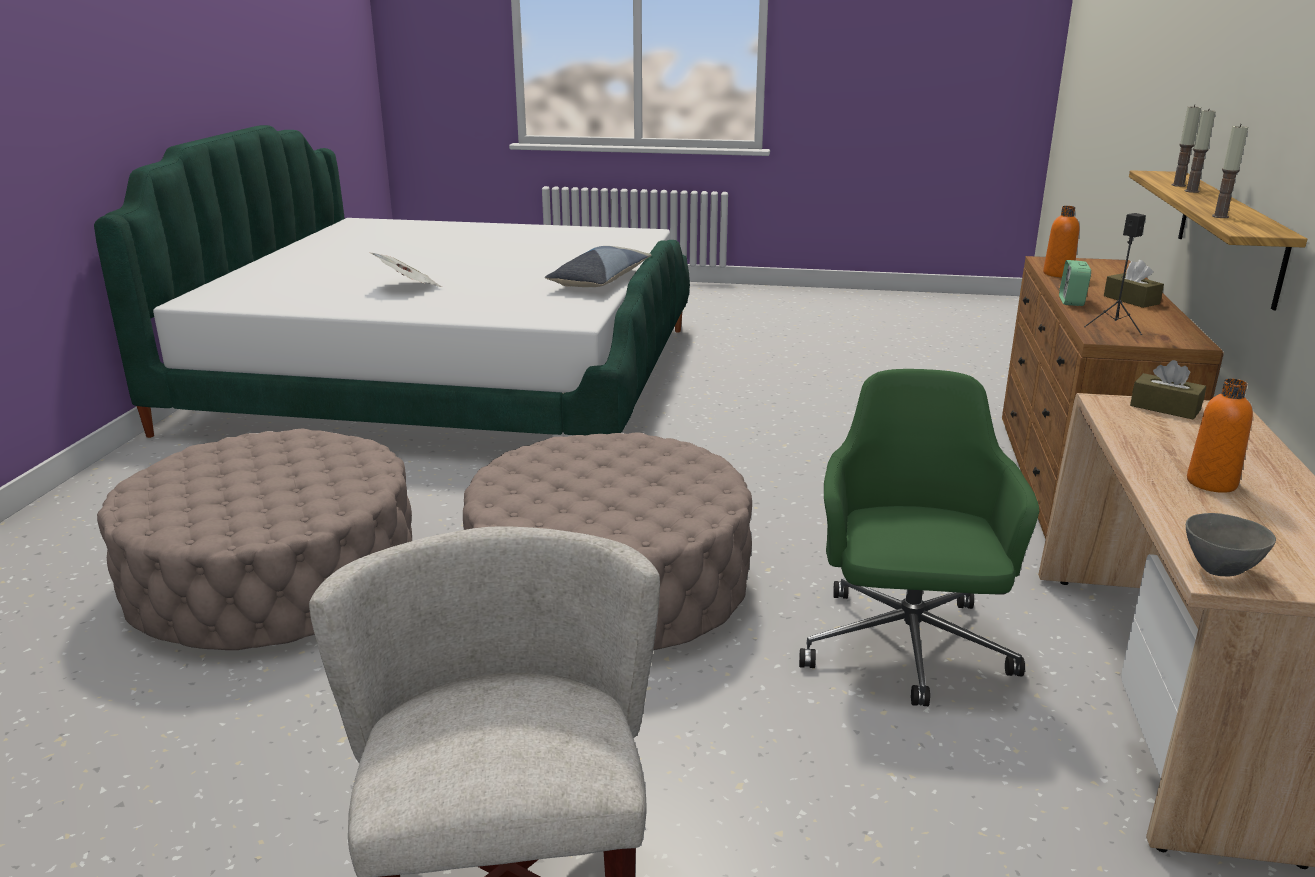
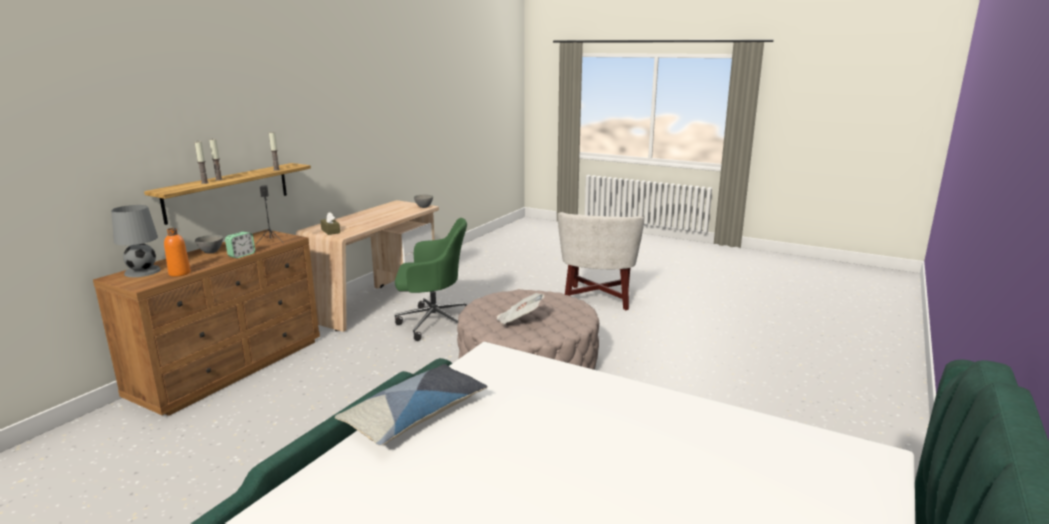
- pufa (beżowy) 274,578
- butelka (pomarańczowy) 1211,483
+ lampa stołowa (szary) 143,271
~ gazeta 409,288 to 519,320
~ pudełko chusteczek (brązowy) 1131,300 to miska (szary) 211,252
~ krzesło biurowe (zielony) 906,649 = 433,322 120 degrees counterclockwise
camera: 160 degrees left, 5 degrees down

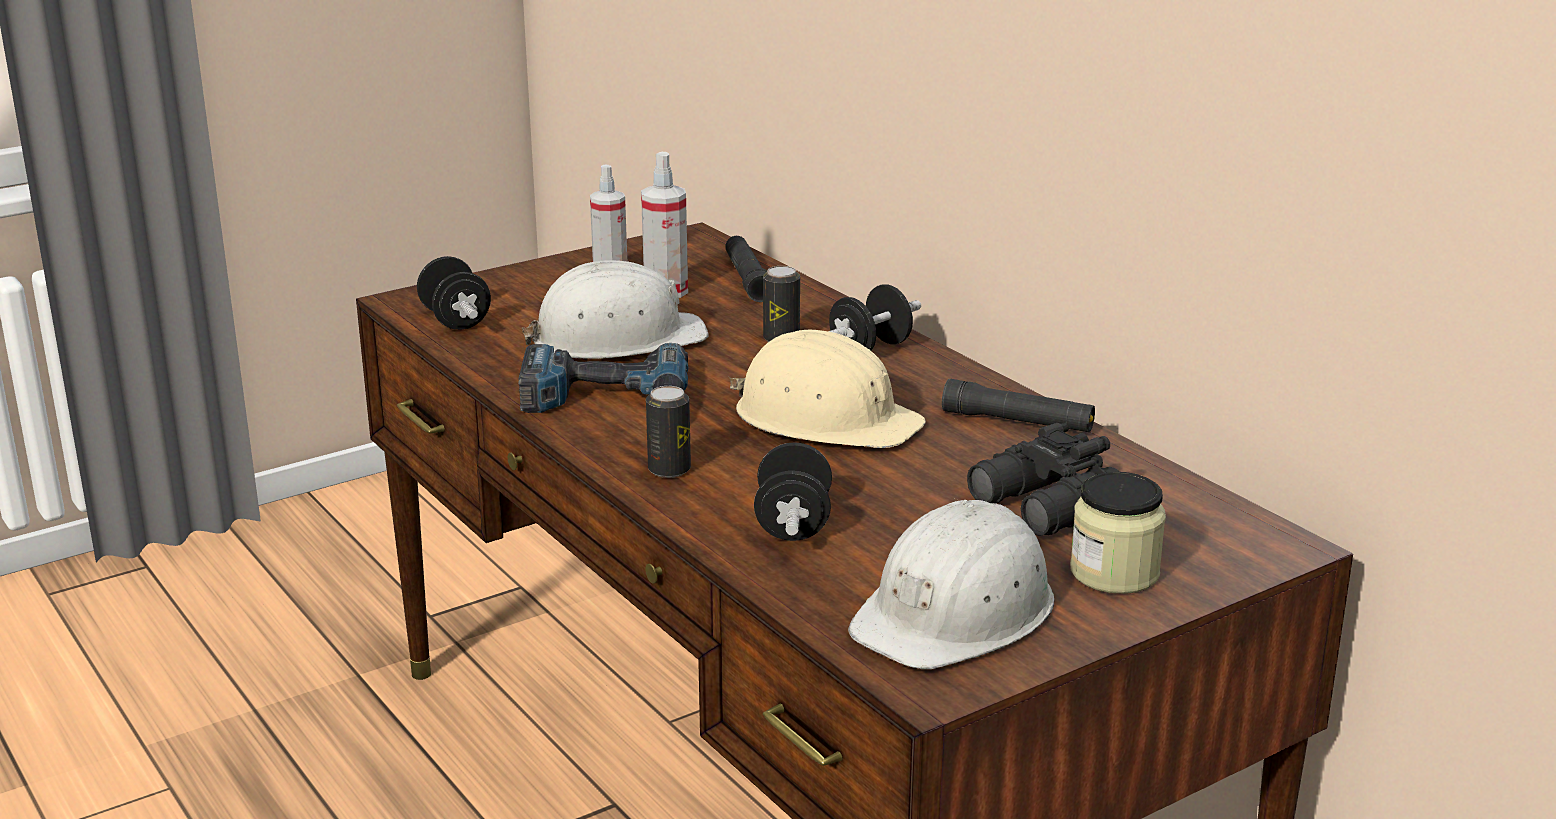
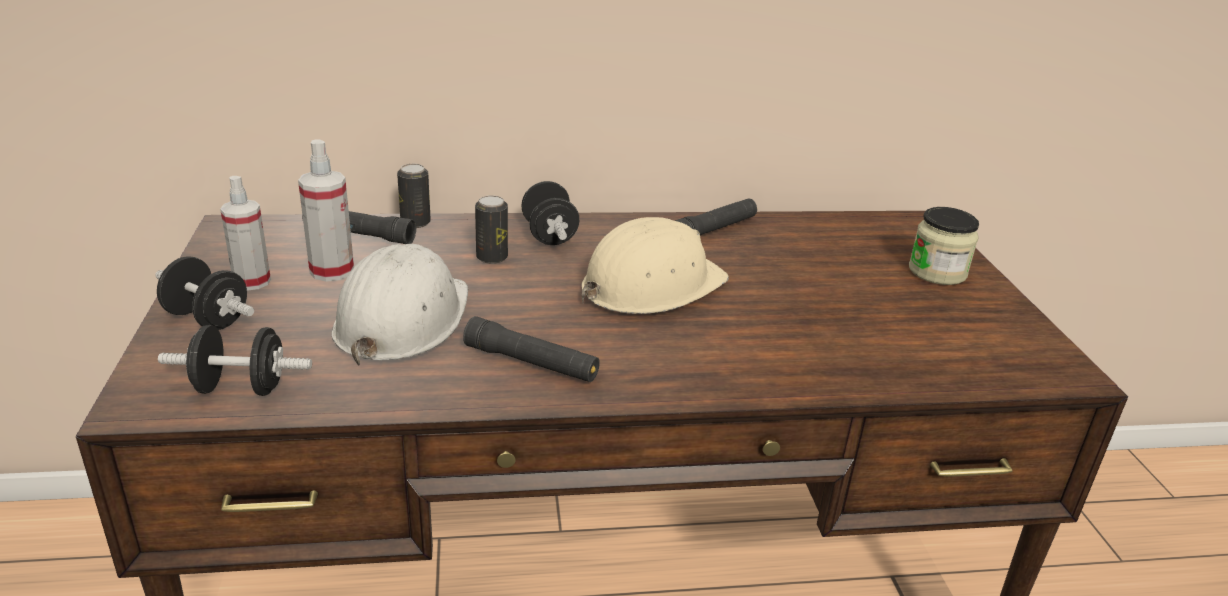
- kask (biały) 957,612
- lornetka (czarny) 1044,508
~ puszka 669,470 to 415,223
~ hantel (czarny) 793,524 to 207,319
~ wiertarka 605,402 to latarka (czarny) 531,363
camera: 65 degrees left, 5 degrees up

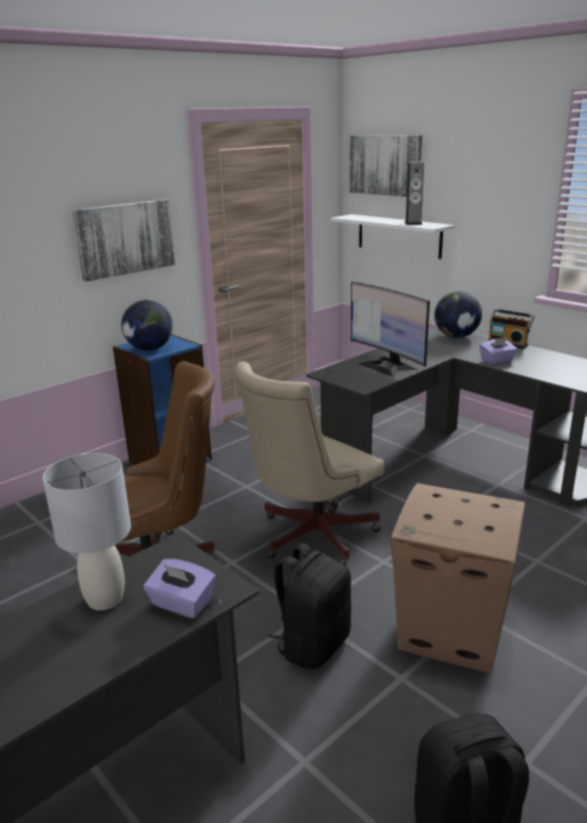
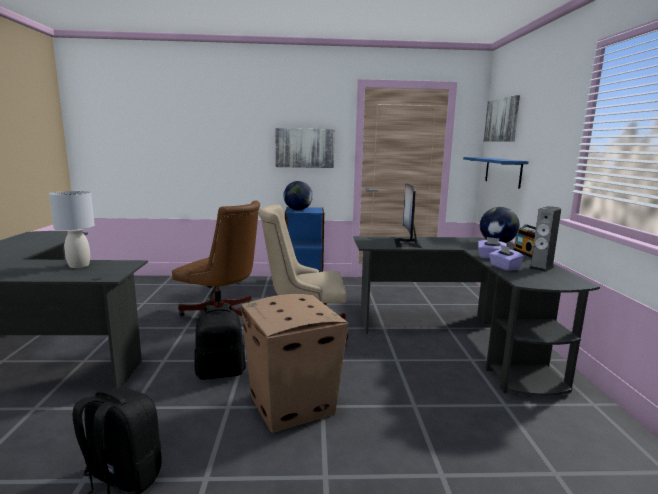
~ pudełko chusteczek (fioletowy) 181,604 to 504,267
~ głośnik 413,223 to 541,268
~ półka (biały) 399,236 to półka (niebieski) 503,171
camera: 40 degrees right, 10 degrees down

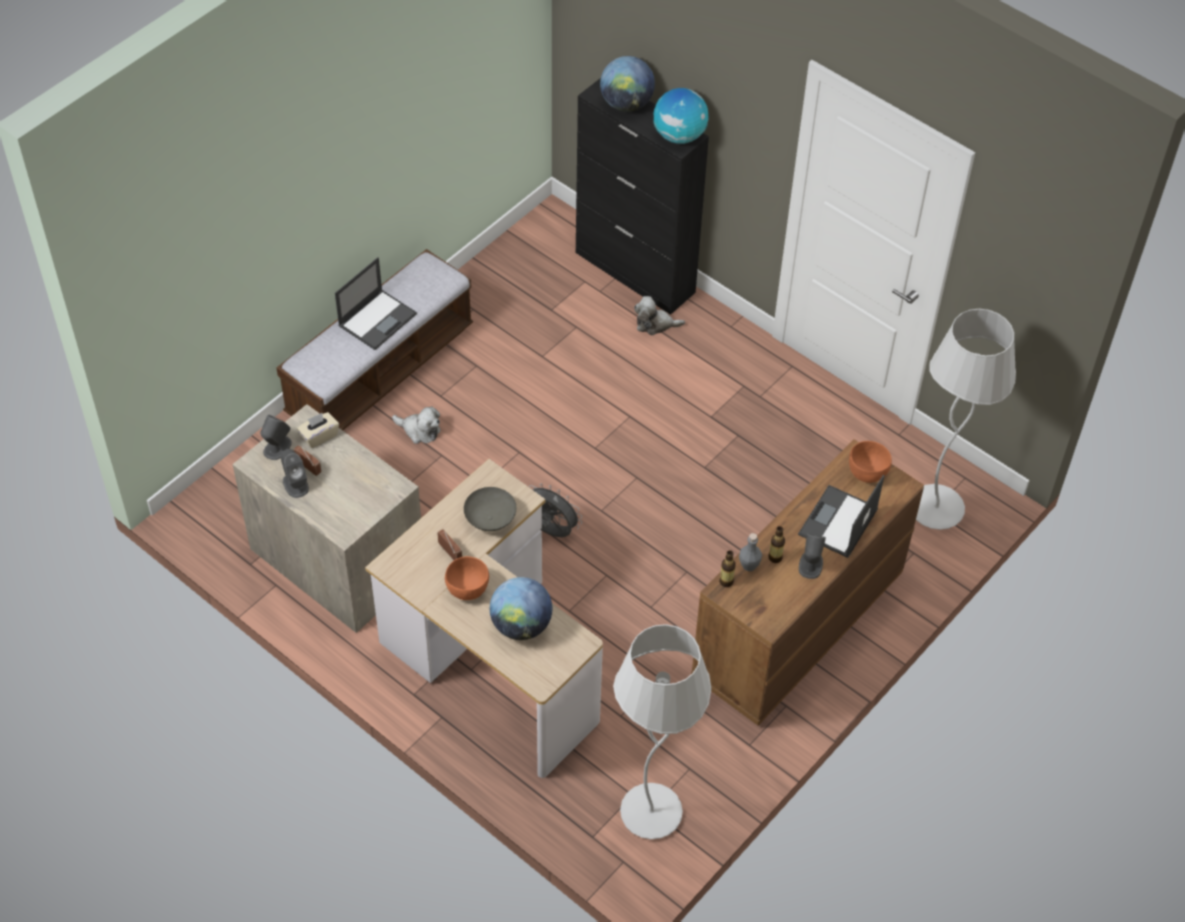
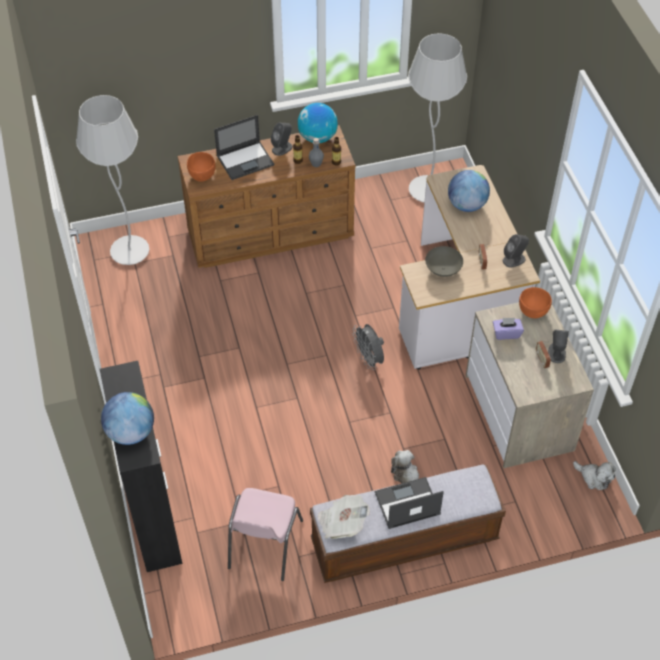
- pudełko chusteczek (beżowy) 319,436
+ krzesło (różowy) 264,545
+ gazeta 342,523
+ pudełko chusteczek (fioletowy) 506,333
~ głośnik (szary) 277,447 to 514,259
~ miska (pomarańczowy) 467,590 to 533,312
~ pluszak 655,324 to 594,477
~ globus 679,136 to 317,137
camera: 145 degrees left, 0 degrees up

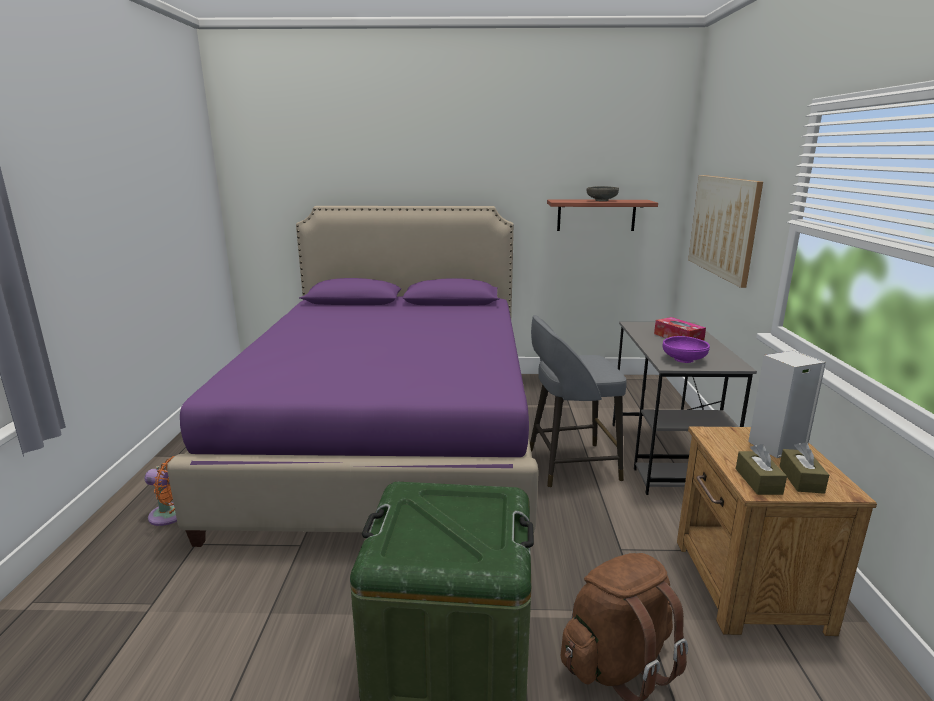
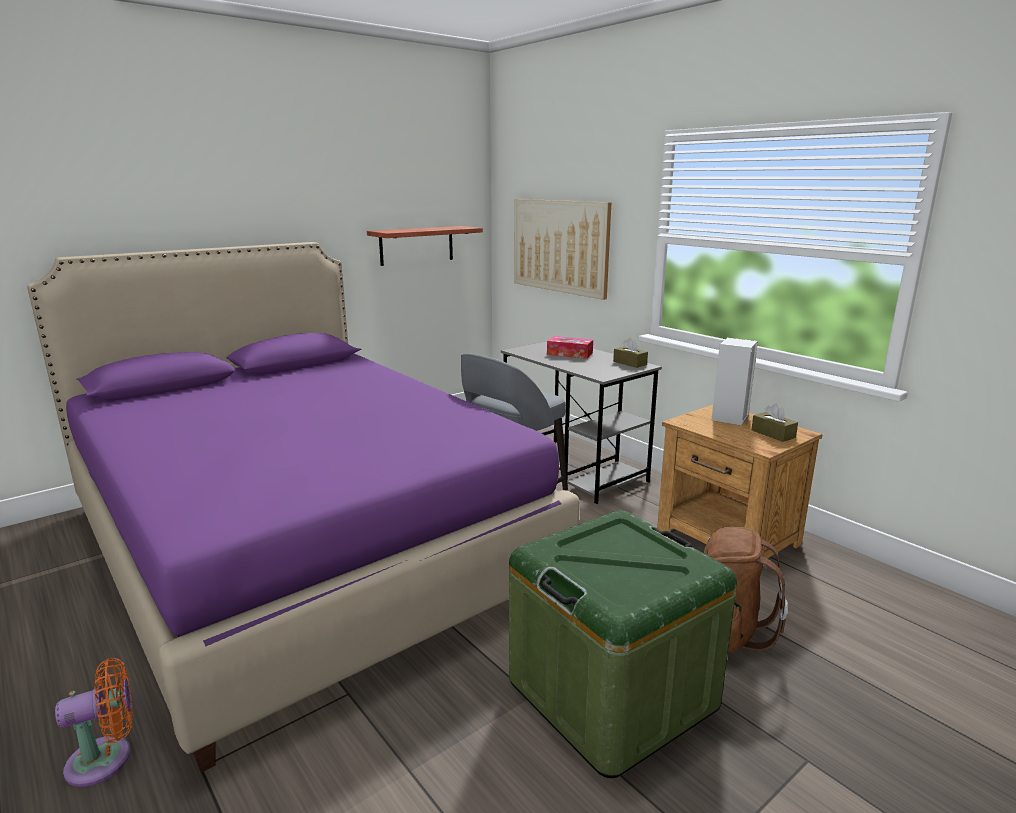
- miska (szary) 601,200
- miska (fioletowy) 684,359
~ pudełko chusteczek (brązowy) 758,481 to 630,363
camera: 40 degrees left, 0 degrees up

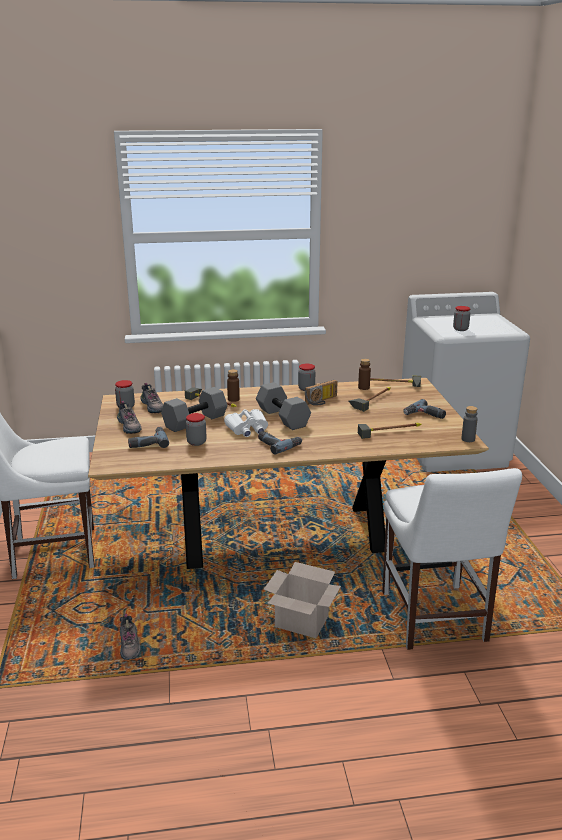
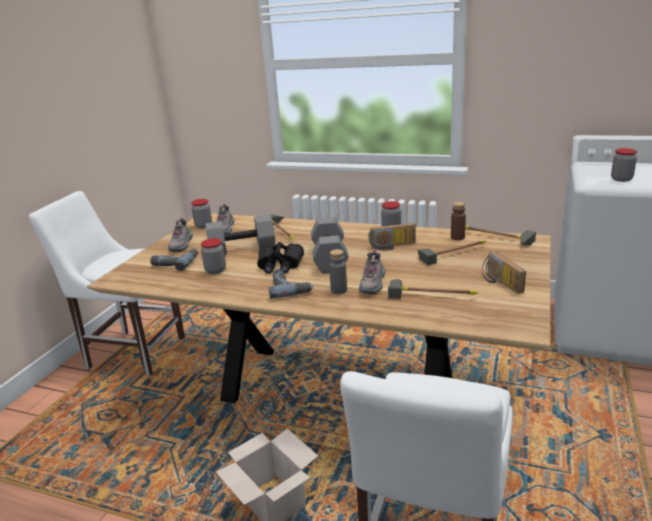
- butelka (brązowy) 233,399
~ but 130,645 to 373,283
~ butelka (szary) 468,439 to 339,290
~ wiertarka 424,415 to radio 499,282
~ lornetka (biały) 247,429 to lornetka (czarny) 280,265
camera: 30 degrees right, 0 degrees up

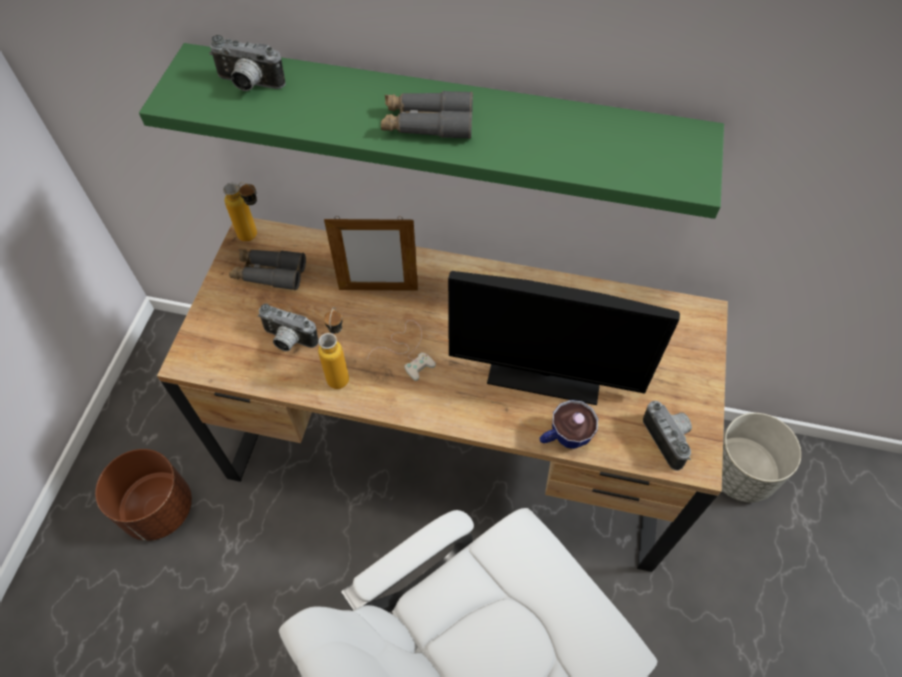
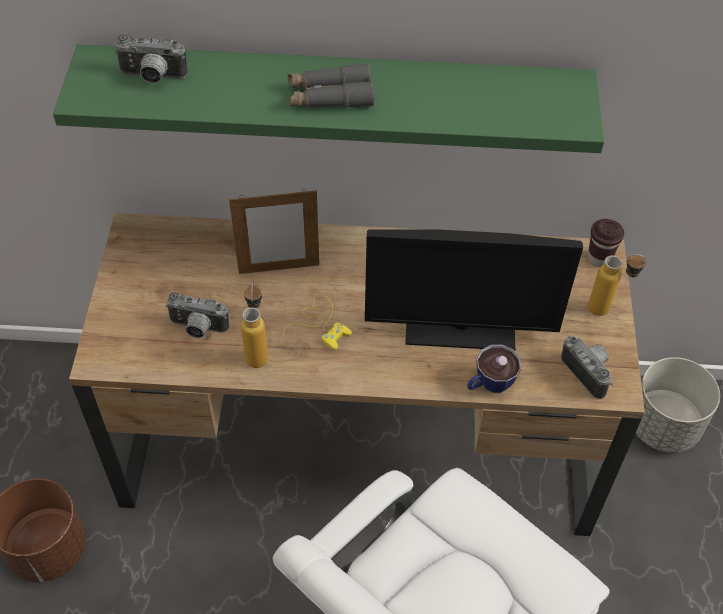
- lornetka (szary) 269,273
+ filiżanka (brązowy) 599,259
~ butelka 255,237 to 607,309
~ pad do gier (biały) 407,350 to pad do gier (żółty) 320,323
camera: 10 degrees left, 5 degrees down

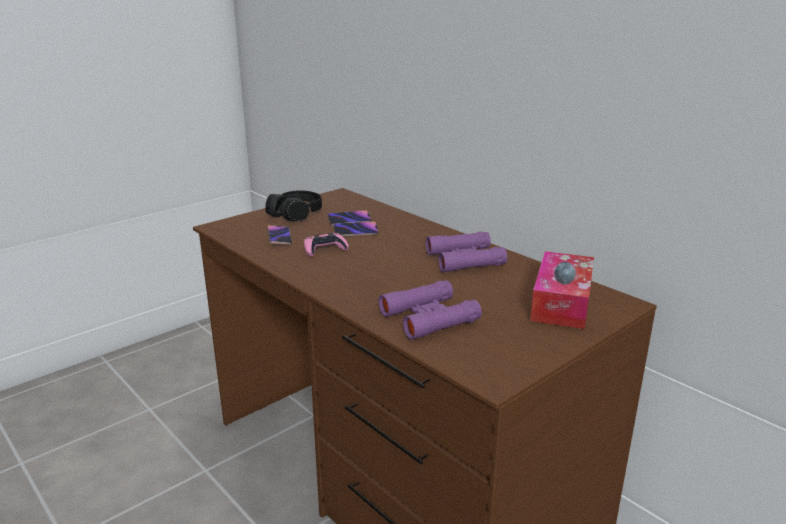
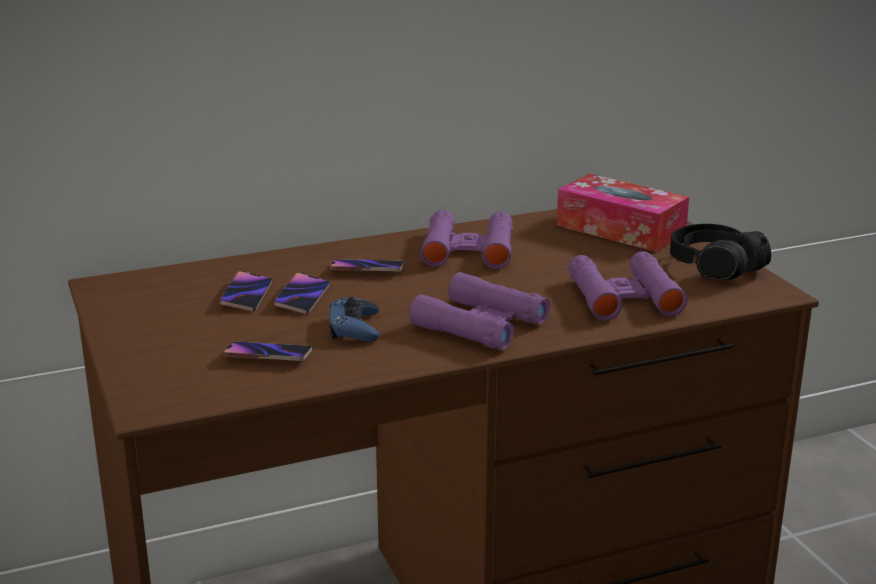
+ telefon 367,269
+ lornetka (fioletowy) 480,324
~ słuchawki (czarny) 295,214 to 715,267
~ pad do gier (różowy) 325,249 to pad do gier (niebieski) 354,328
camera: 70 degrees left, 0 degrees up

